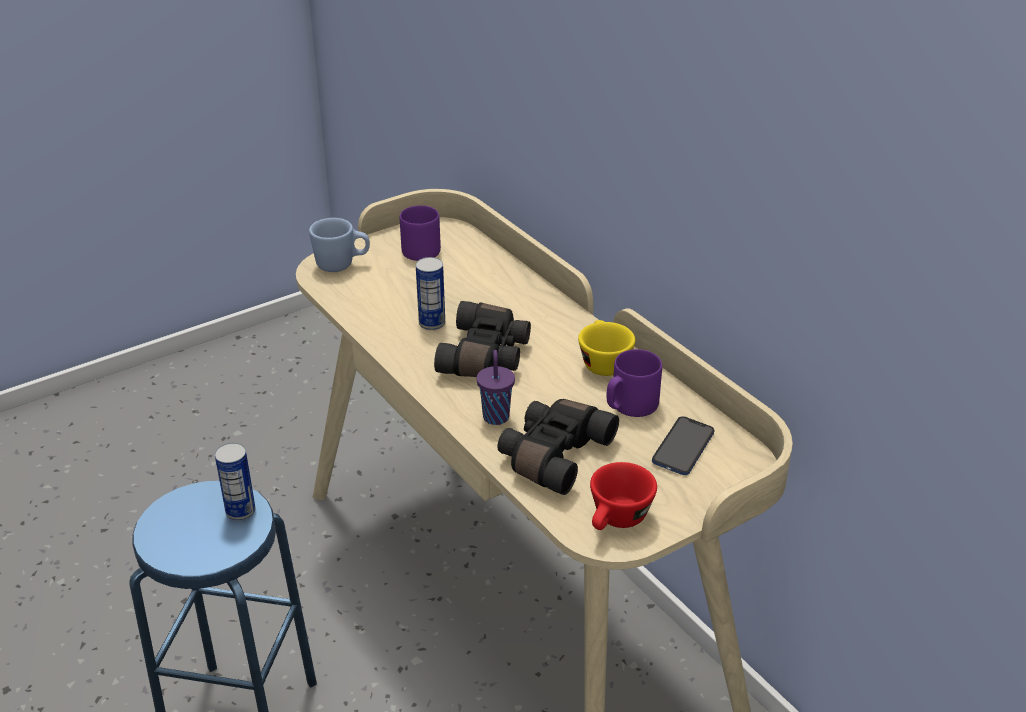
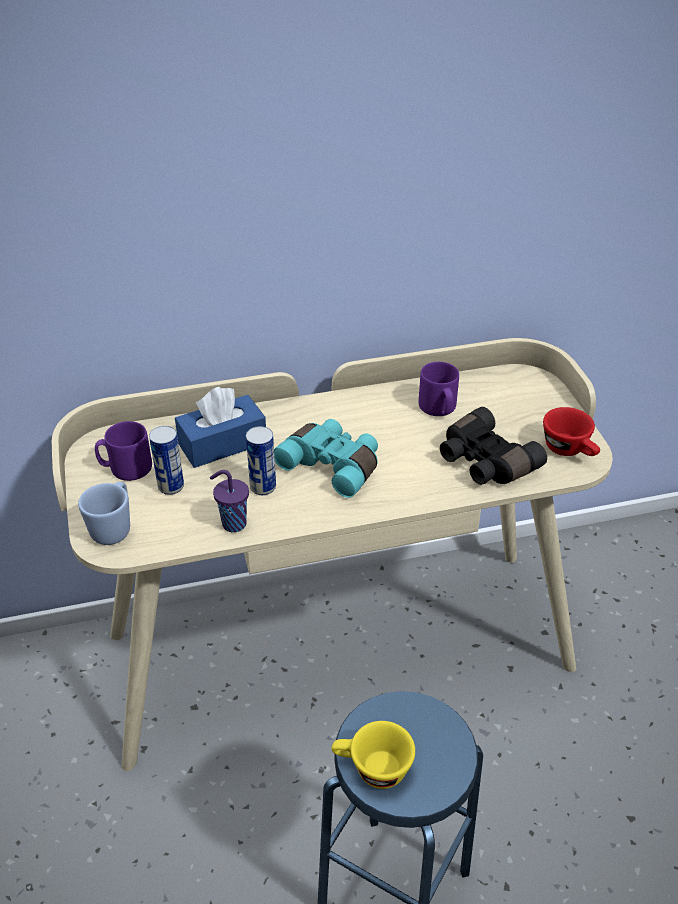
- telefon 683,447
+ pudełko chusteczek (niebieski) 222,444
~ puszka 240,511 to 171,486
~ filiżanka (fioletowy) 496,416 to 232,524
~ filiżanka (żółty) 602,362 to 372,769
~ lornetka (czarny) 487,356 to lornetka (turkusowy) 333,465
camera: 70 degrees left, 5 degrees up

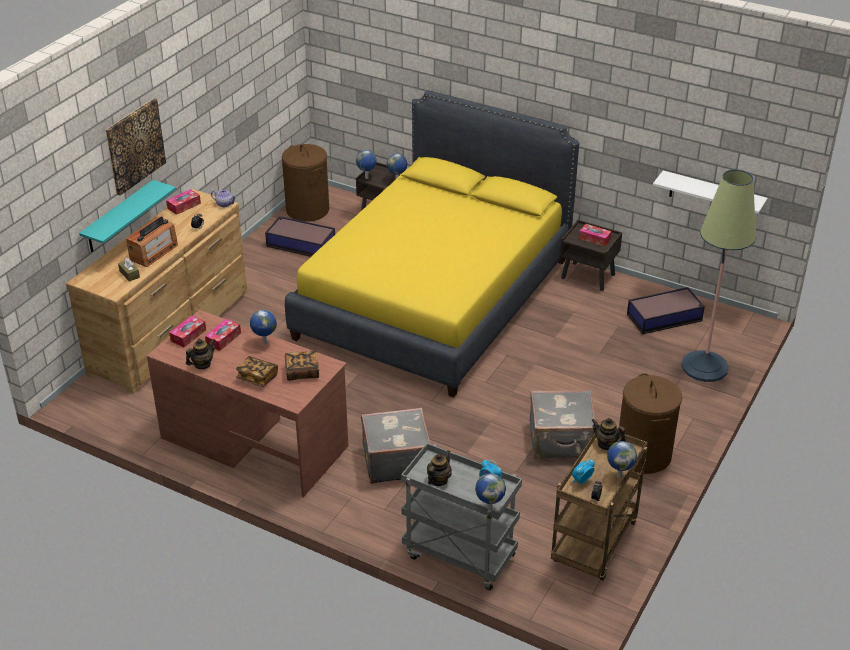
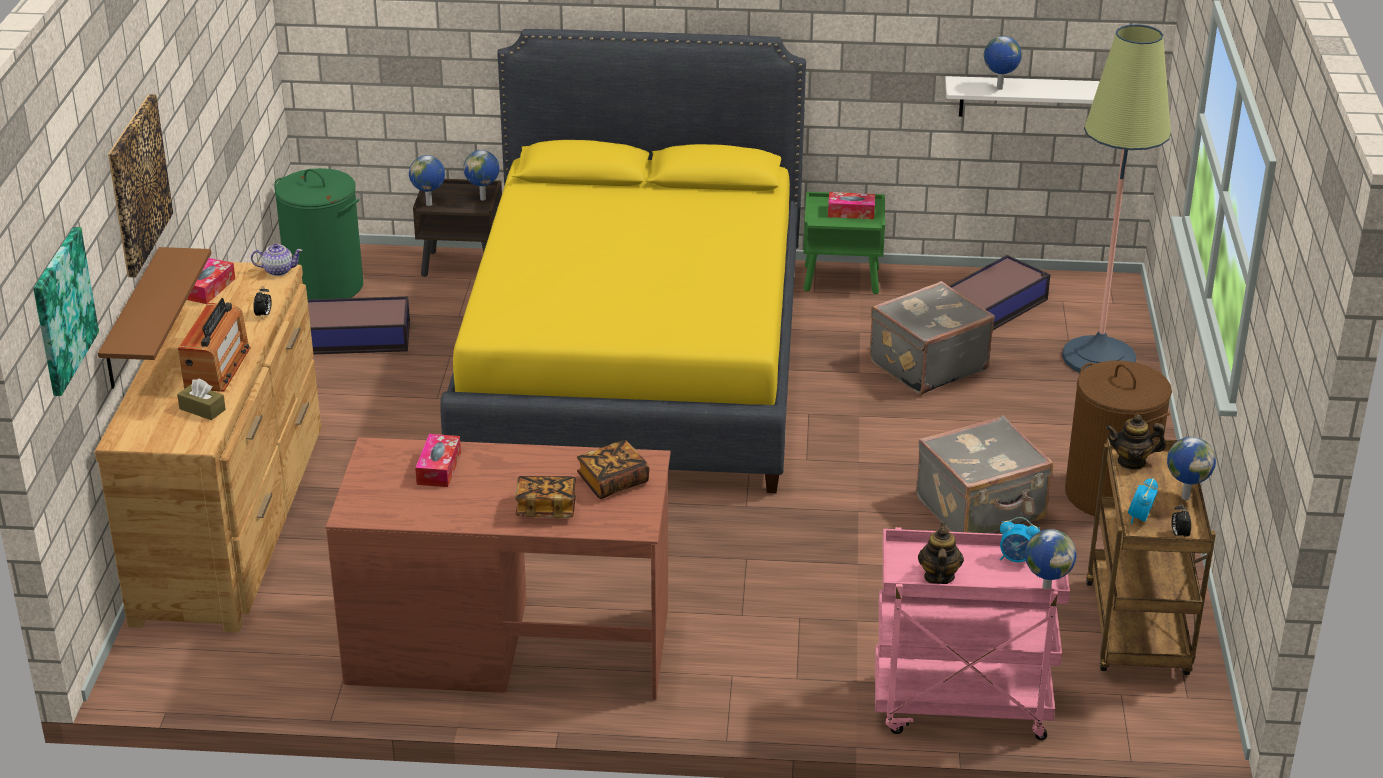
- pudełko chusteczek 188,335
- imbryk 202,364
+ obraz 62,310
~ globus 264,343 to 999,88
~ walizka (szary) 395,461 to 926,365
~ półka (turkusowy) 119,217 to półka (brązowy) 133,320
~ kosz na pranie (brązowy) 308,210 to kosz na pranie (zielony) 325,286
~ wózek (szary) 458,556 to wózek (różowy) 959,708
~ szafka nocna (brązowy) 588,276 to szafka nocna (zielony) 842,279
camera: 25 degrees left, 5 degrees down

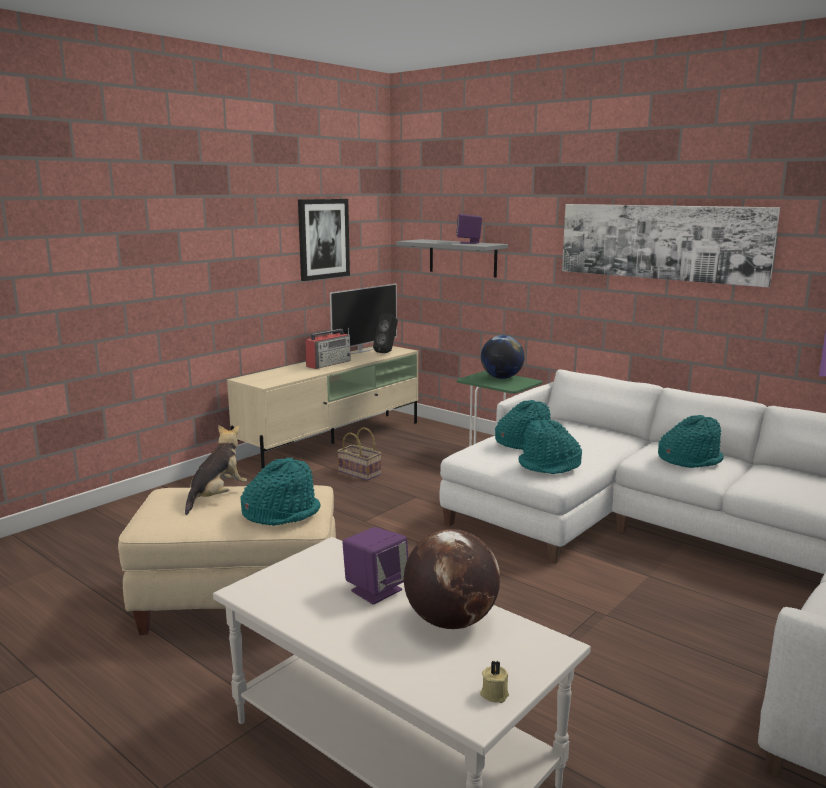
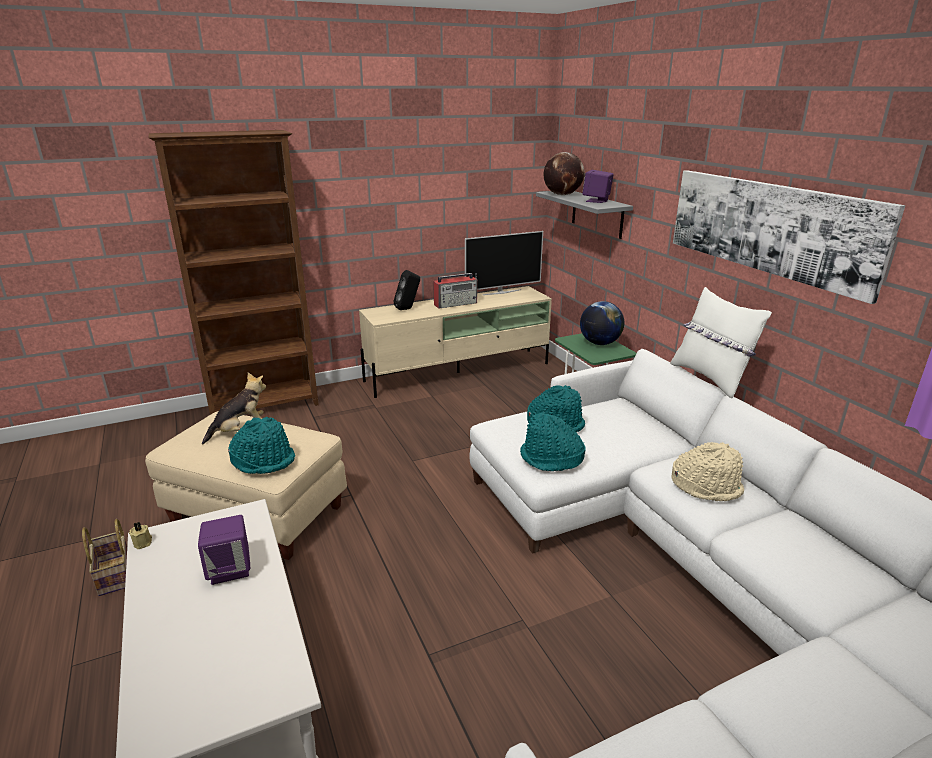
- obraz 323,239
+ regał (brązowy) 265,406
+ poduszka (biały) 710,378
~ koszyk 361,473 to 116,575
~ głośnik (czarny) 387,352 to 408,309
~ globus 450,621 to 562,195
~ świeca (beżowy) 494,693 to 143,542
~ kapelusz (turkusowy) 689,460 to kapelusz (beżowy) 706,486
camera: 25 degrees right, 10 degrees up

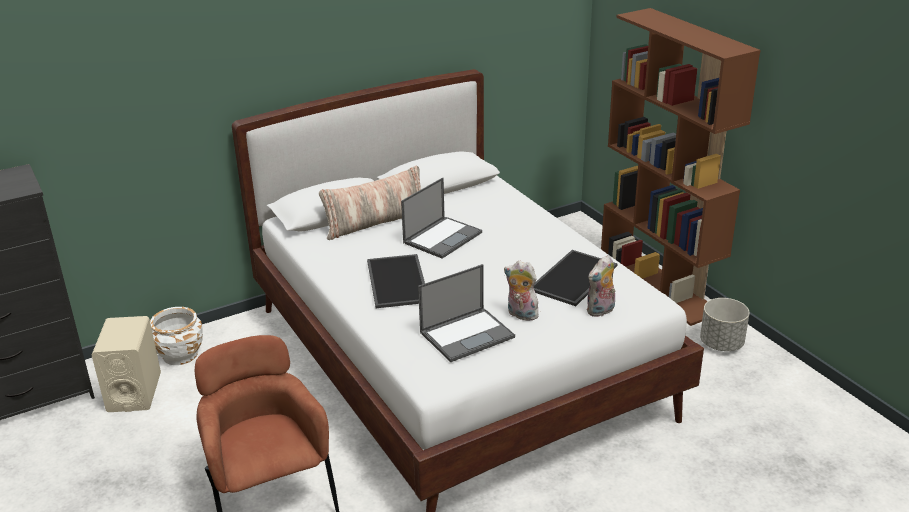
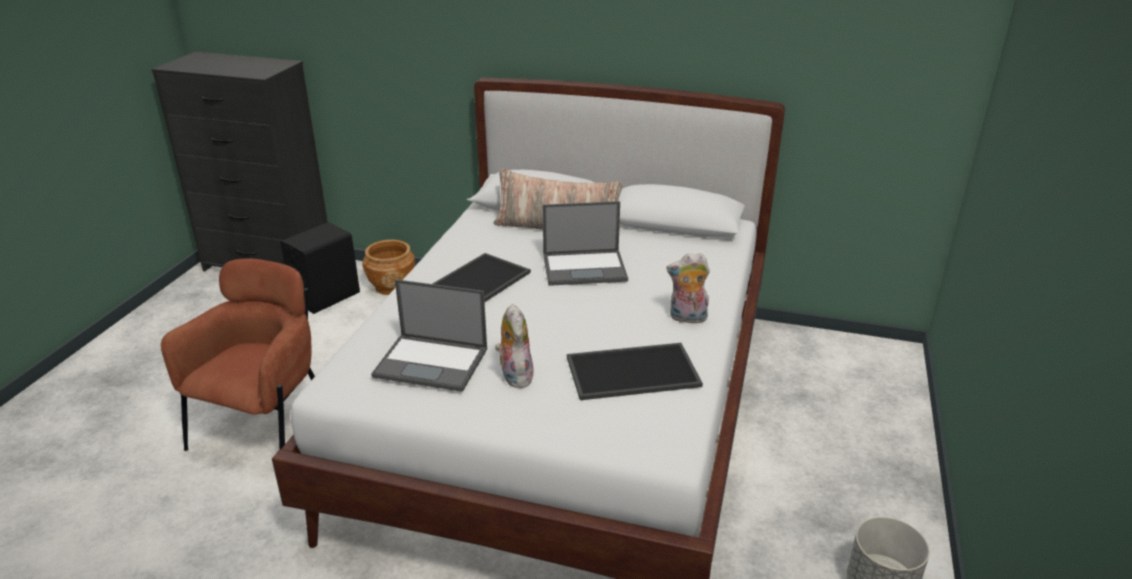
- regał (brązowy) 659,286
~ pluszak 601,311 to 687,318
~ głośnik (beżowy) 134,392 to głośnik (czarny) 326,296
~ donica (biały) 180,355 to donica (brązowy) 391,286
camera: 45 degrees right, 0 degrees up

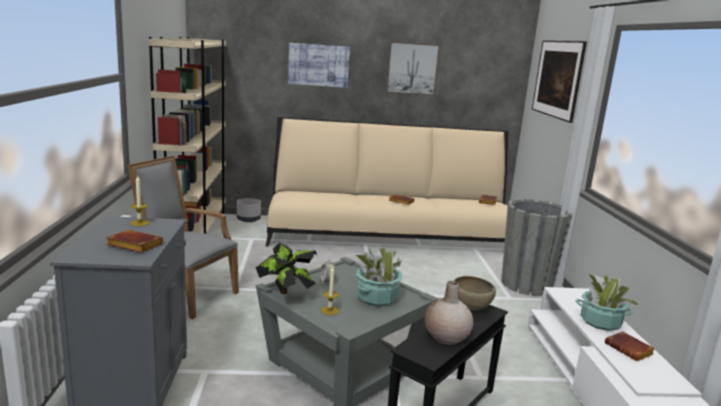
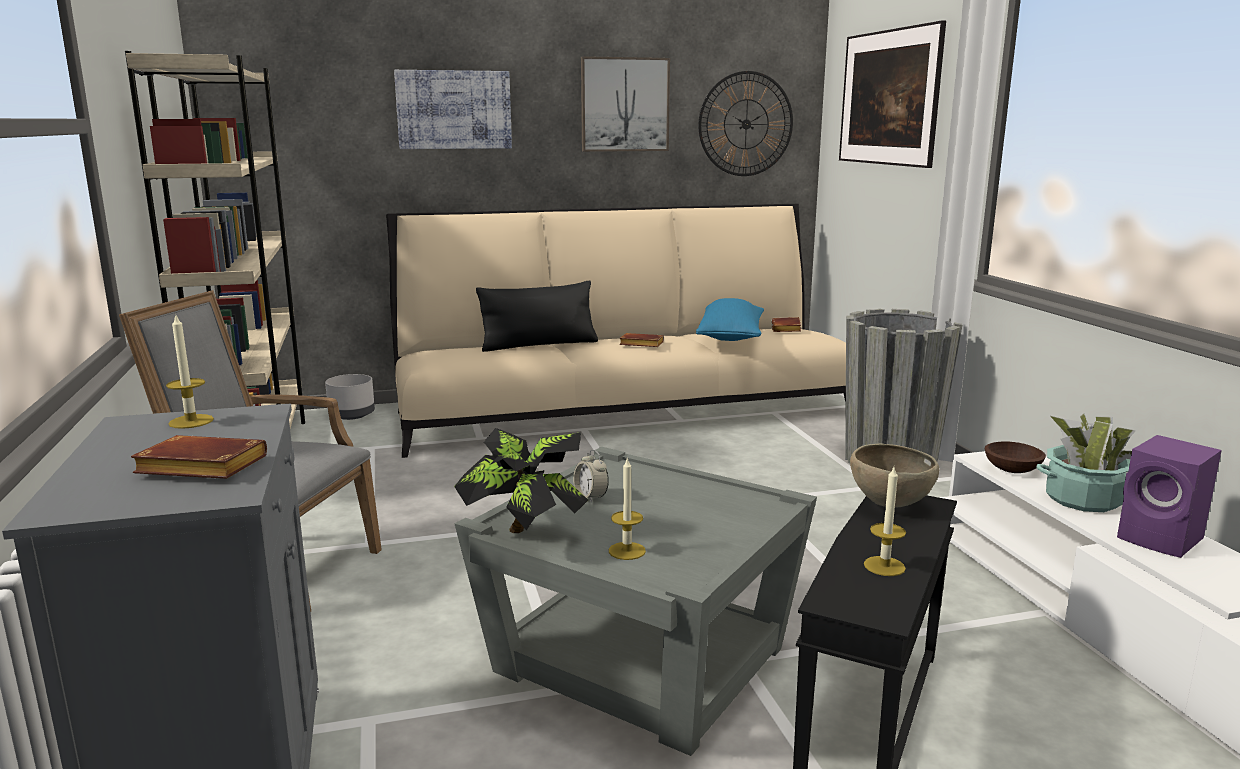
- roślina doniczkowa 377,298
+ poduszka (czarny) 539,345
+ poduszka (niebieski) 731,337
+ zegar ścienny 746,124
+ miska (brązowy) 1011,470
~ wazon (beżowy) 446,337 to świeca 884,566
~ książka (brązowy) 630,350 to głośnik (fioletowy) 1162,540
camera: 10 degrees left, 0 degrees up

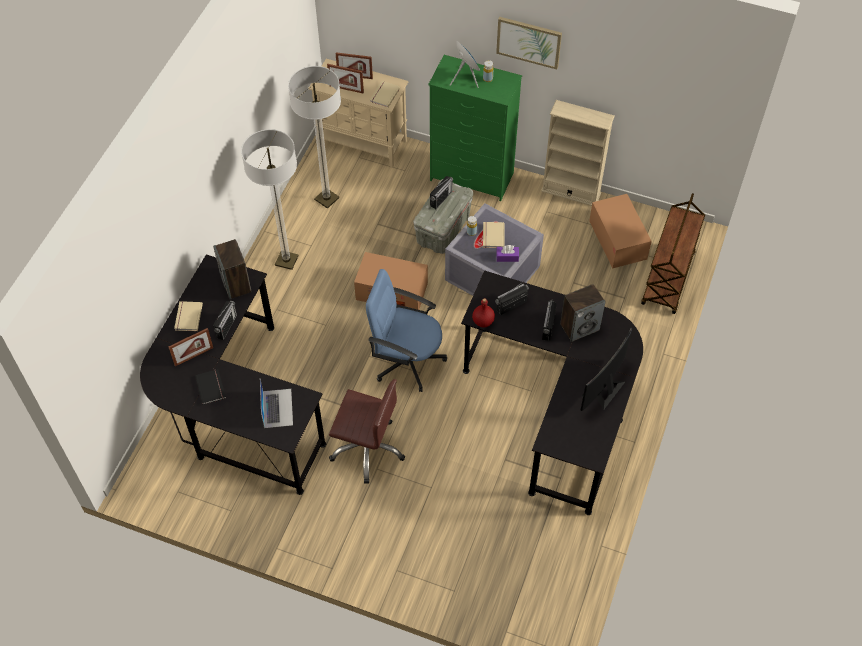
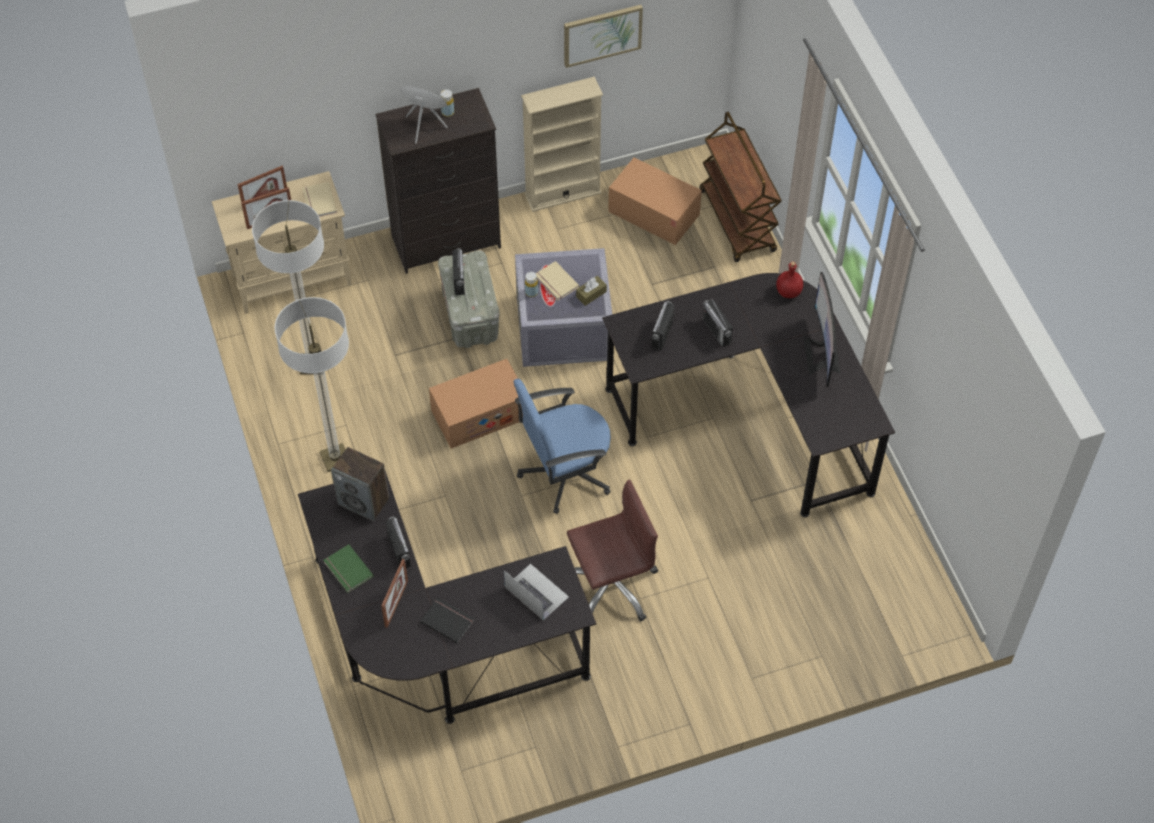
- głośnik 579,327
~ butelka (czerwony) 482,322 to 788,292
~ obraz 529,42 to 602,34
~ książka (beżowy) 187,317 to książka (zielony) 347,570
~ komoda (zielony) 472,177 to komoda (czarny) 447,242
~ pudełko chusteczek (fioletowy) 507,257 to pudełko chusteczek (brązowy) 591,294
camera: 40 degrees left, 0 degrees up

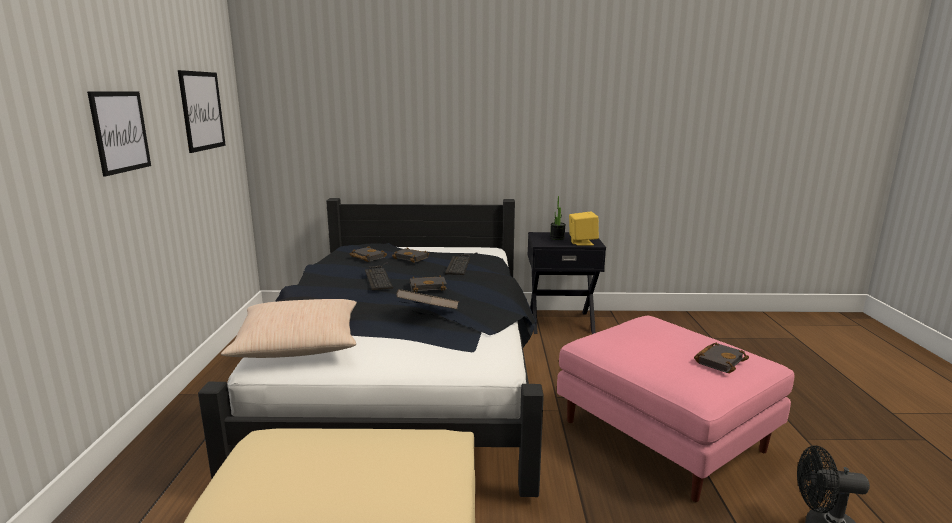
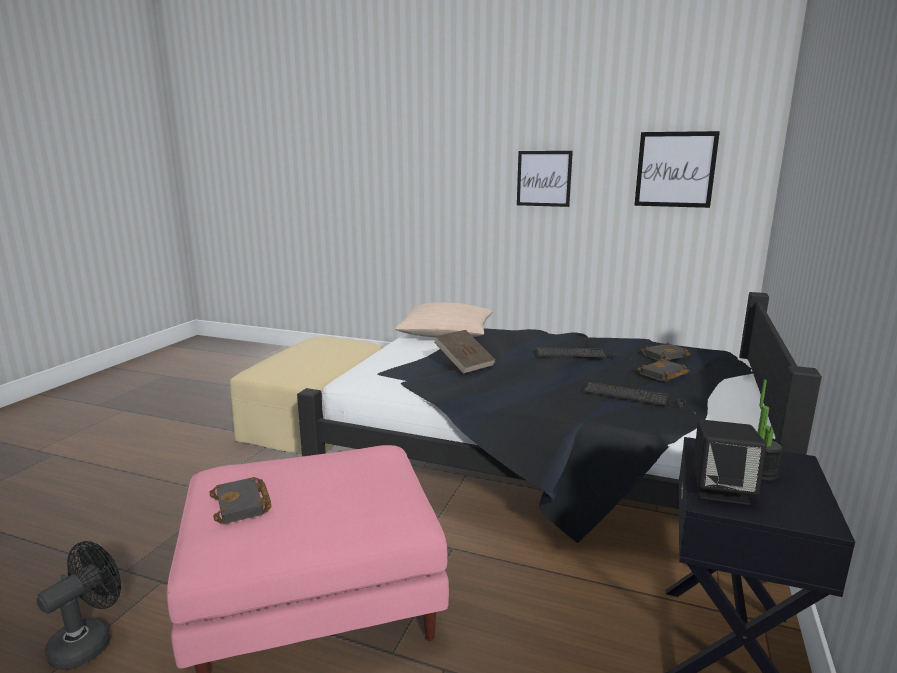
- książka (czarny) 428,286
~ głośnik (żółty) 582,242 to głośnik (czarny) 721,490
camera: 110 degrees right, 0 degrees up

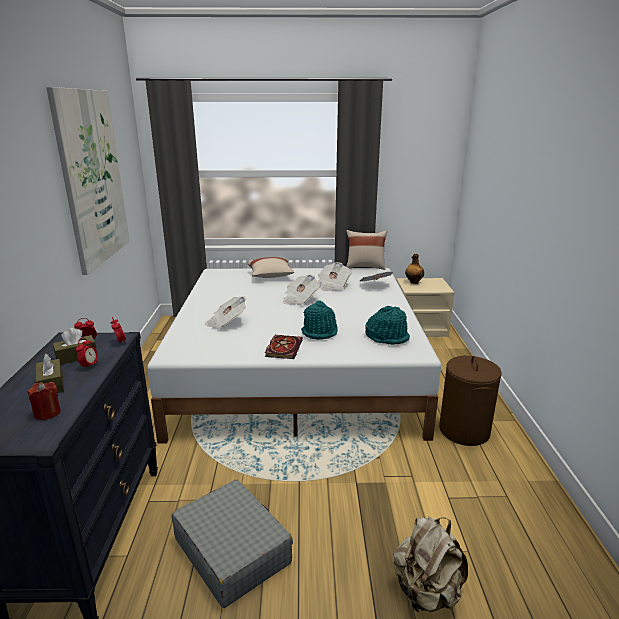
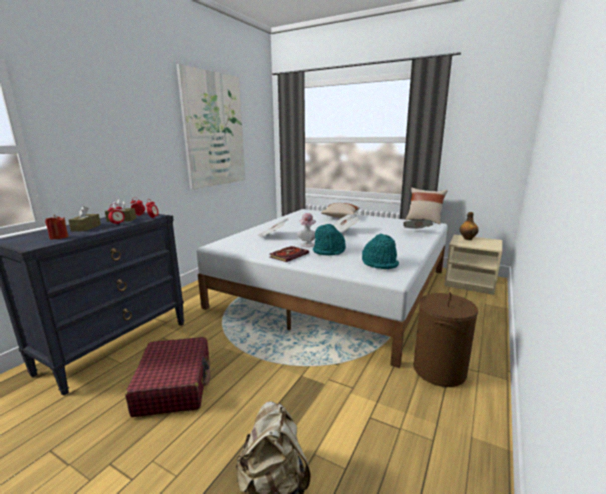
- gazeta 333,286
+ kapelusz 307,244
~ walizka (szary) 232,550 to walizka (czerwony) 174,385
camera: 30 degrees right, 5 degrees down

